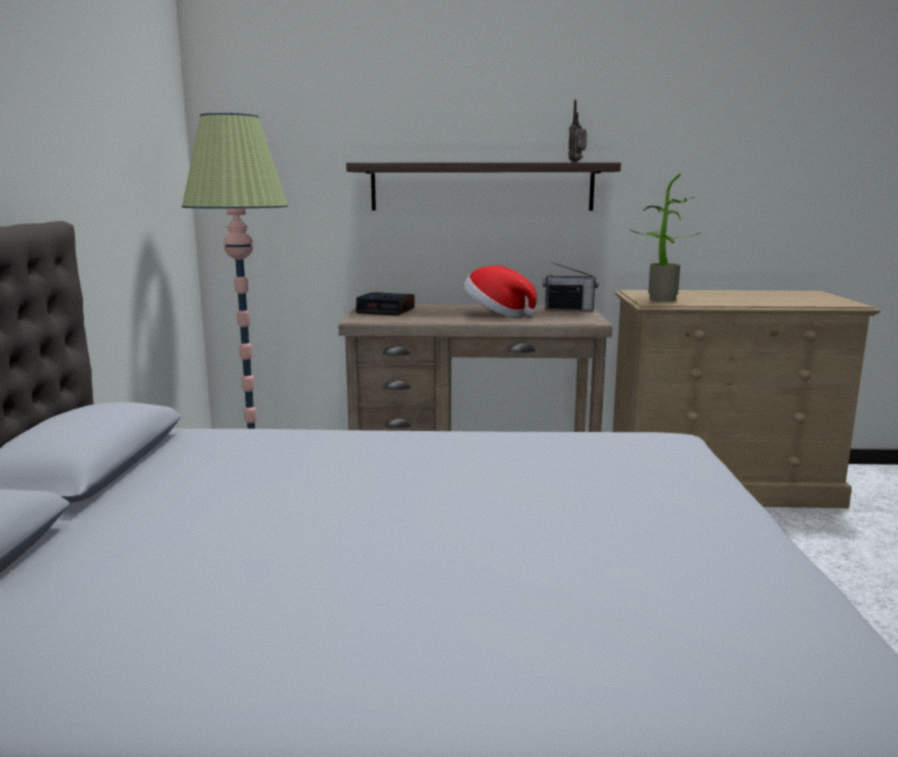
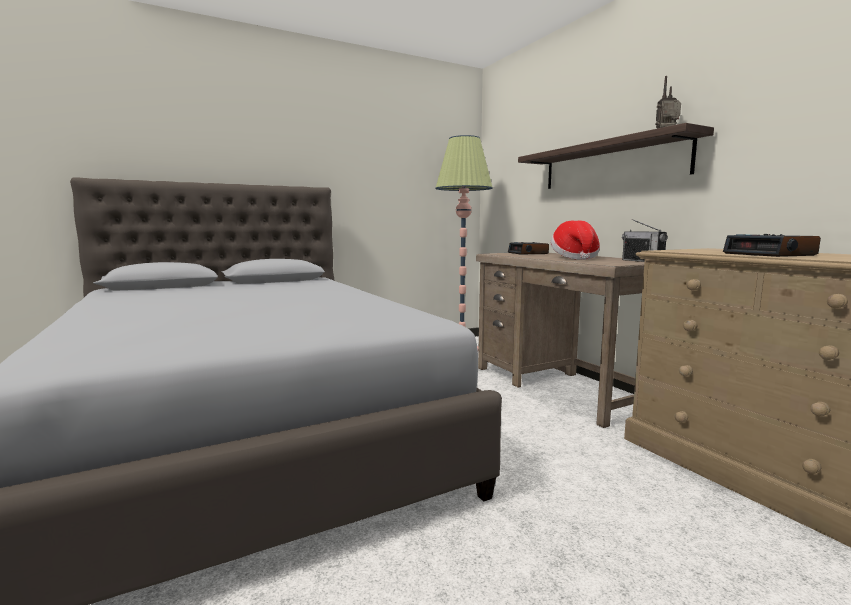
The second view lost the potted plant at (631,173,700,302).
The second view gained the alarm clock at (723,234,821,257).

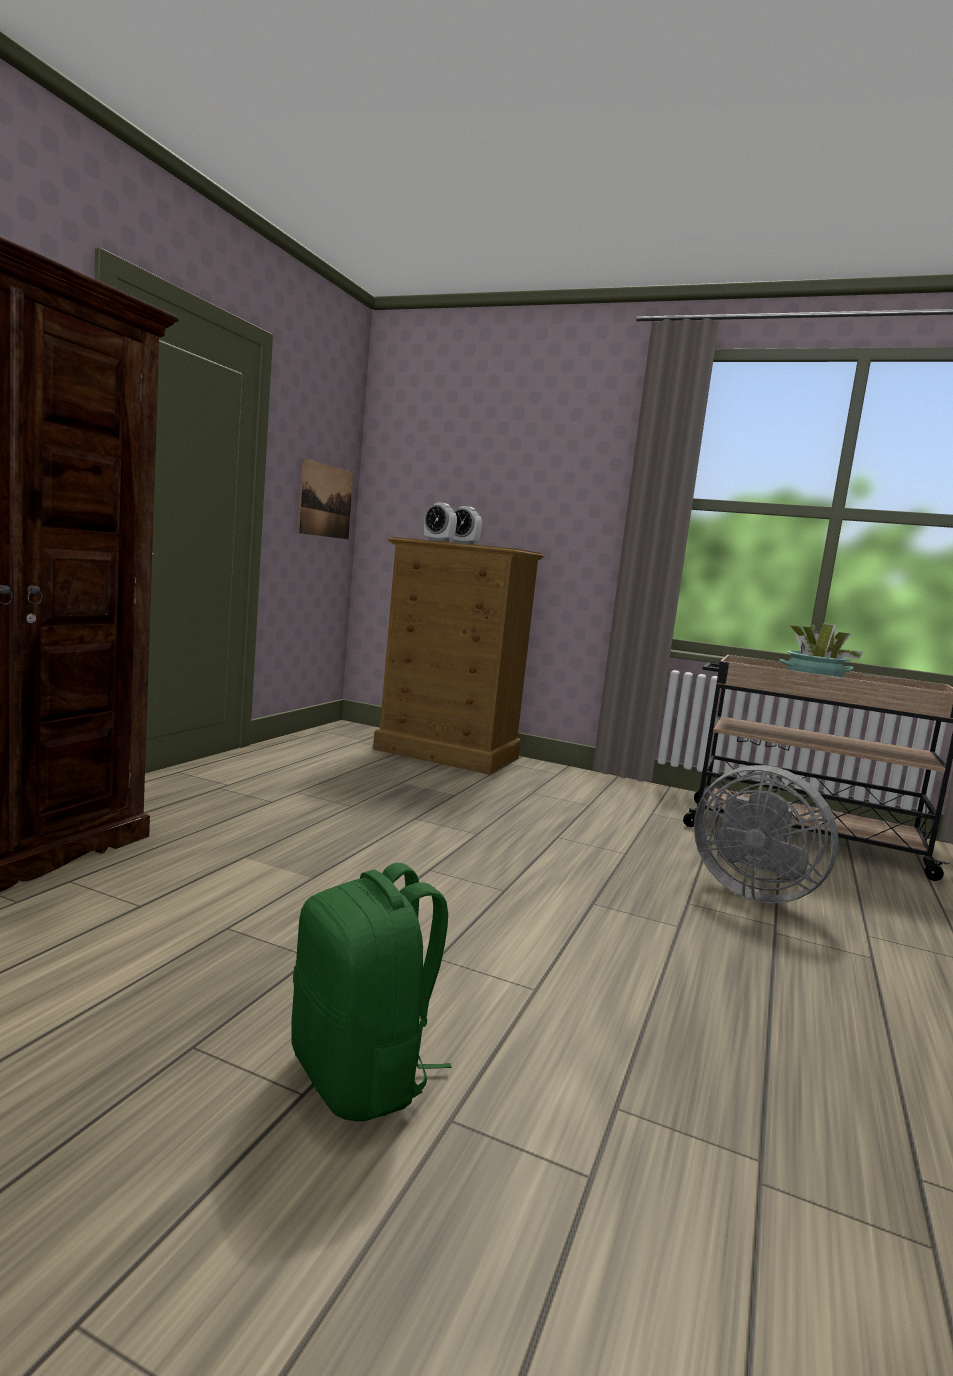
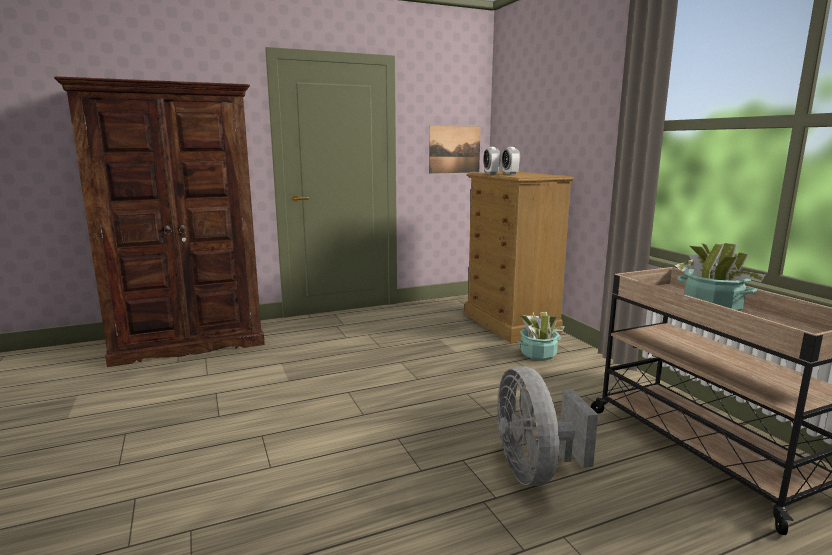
The second view lost the green backpack at (291,863,452,1121).
The second view gained the potted plant at (517,312,565,360).

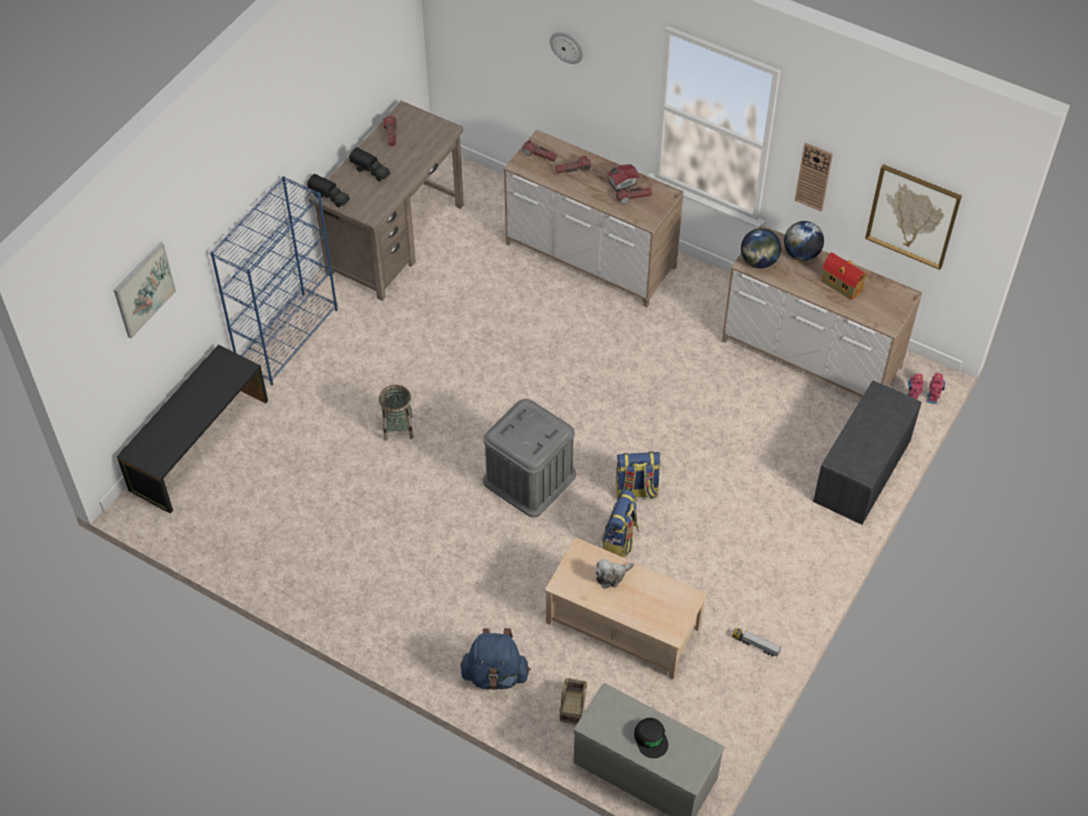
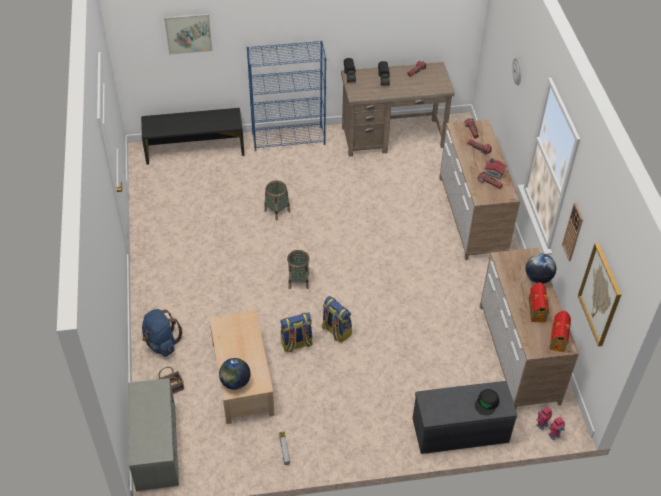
The second view lost the plush toy at (595,559,634,589).
The second view gained the toy house at (549,311,571,352).
The black cap ended up elsewhere, having gone from (634,717,668,758) to (475,389,499,415).
The globe ended up elsewhere, having gone from (741,228,781,268) to (219,358,251,390).
Where the grey storage box stood at (483,399,576,517), the basket came to stand at (287,250,310,289).

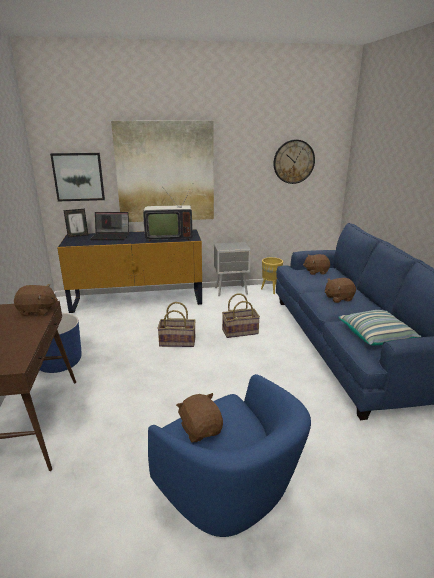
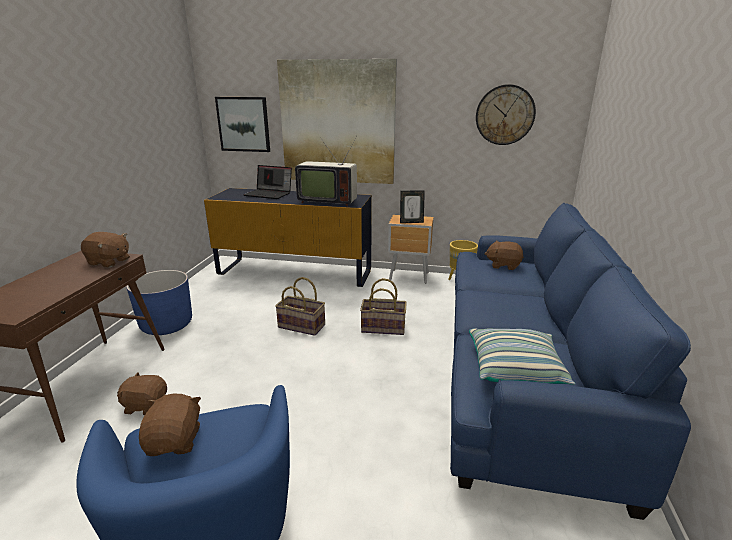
The picture frame ended up elsewhere, having gone from (64,209,88,237) to (400,190,425,223).
The brown plush toy ended up elsewhere, having gone from (325,278,356,303) to (117,372,167,415).
What was the grey nightstand at (214,242,251,296) turned into the brown nightstand at (388,215,433,284).

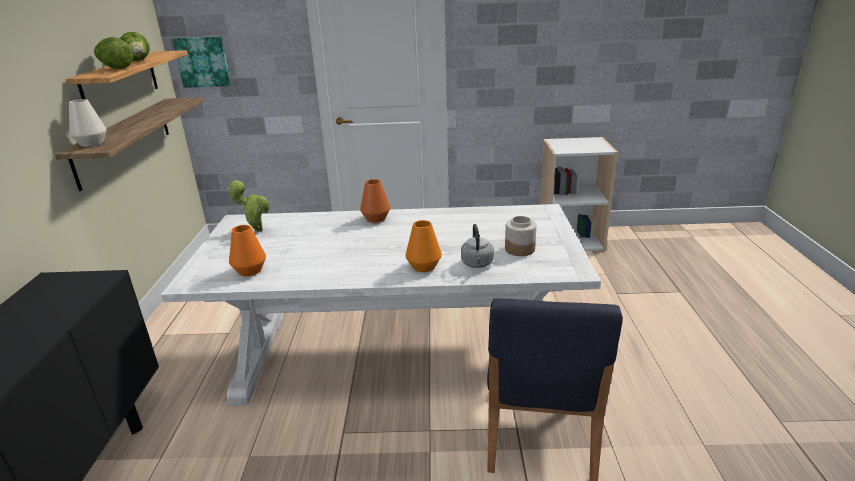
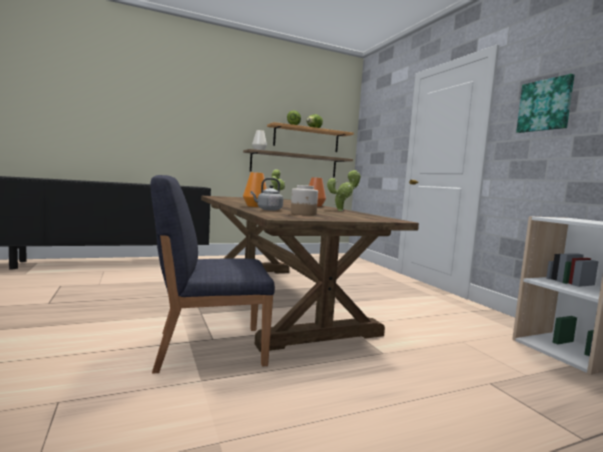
The second view lost the orange vase at (229,225,266,276).
The second view gained the potted plant at (327,170,361,211).
The picture ended up elsewhere, having gone from (173,36,231,88) to (516,74,574,133).
What was the white dining table at (161,204,601,406) turned into the brown dining table at (201,196,419,352).

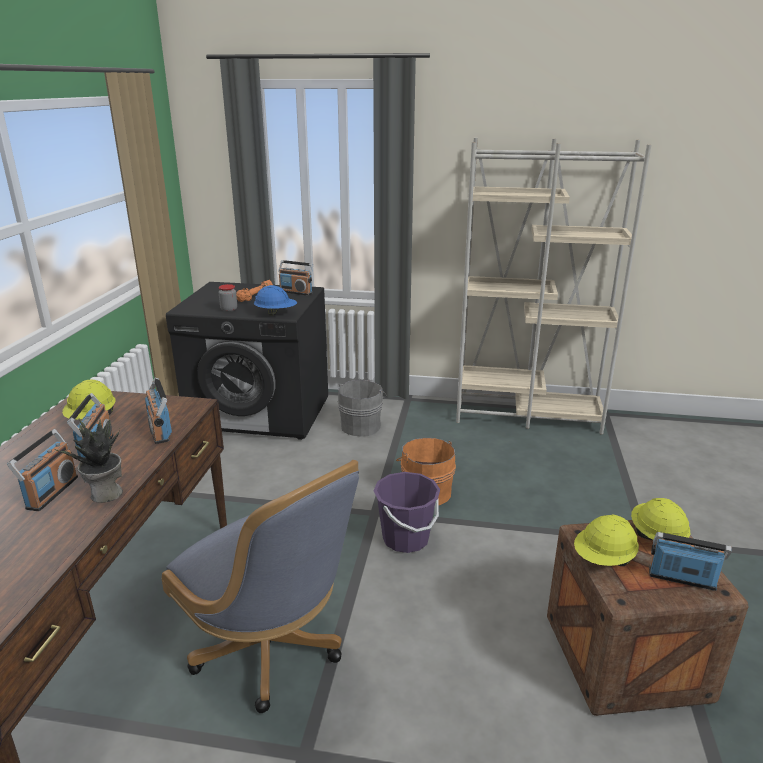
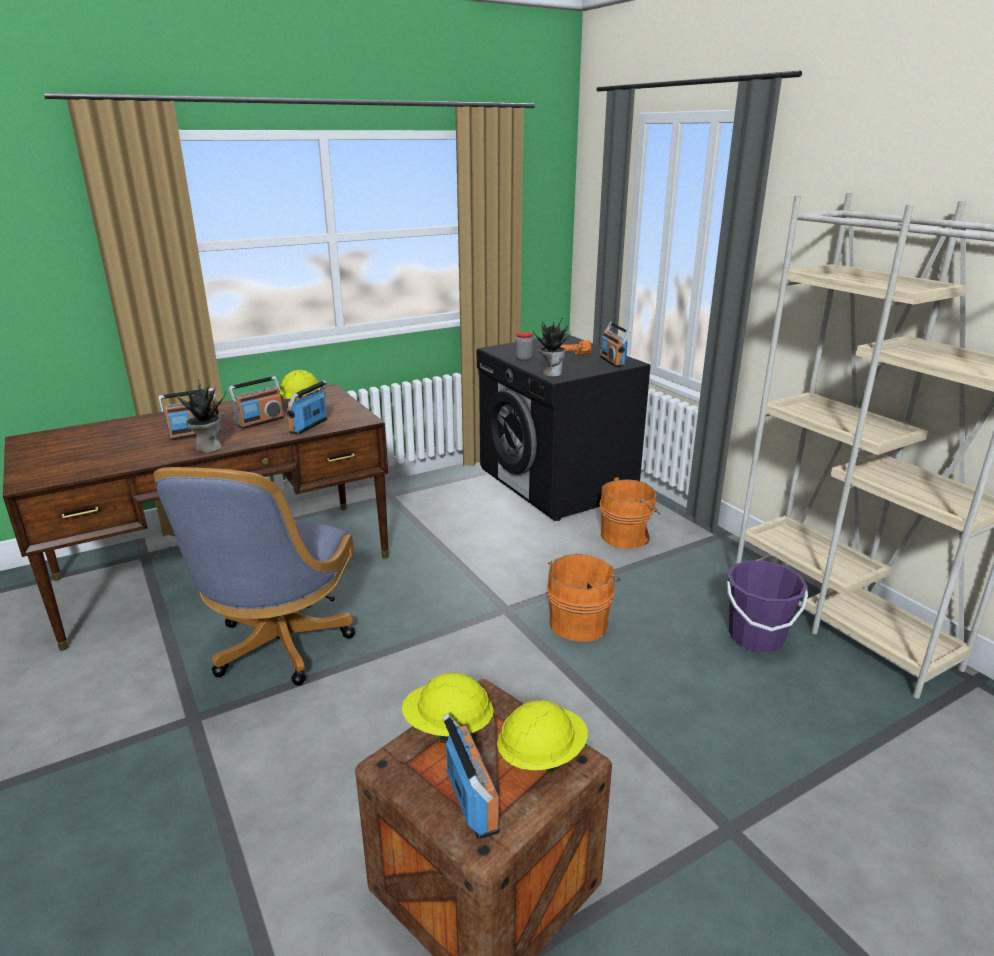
The purple bucket ended up elsewhere, having gone from (374,472,440,553) to (726,560,808,652).
Where the blue hard hat stood at (254,285,297,316), the potted plant came to stand at (533,317,571,377).
What was the grey bucket at (338,380,387,437) turned into the orange bucket at (599,477,661,549).

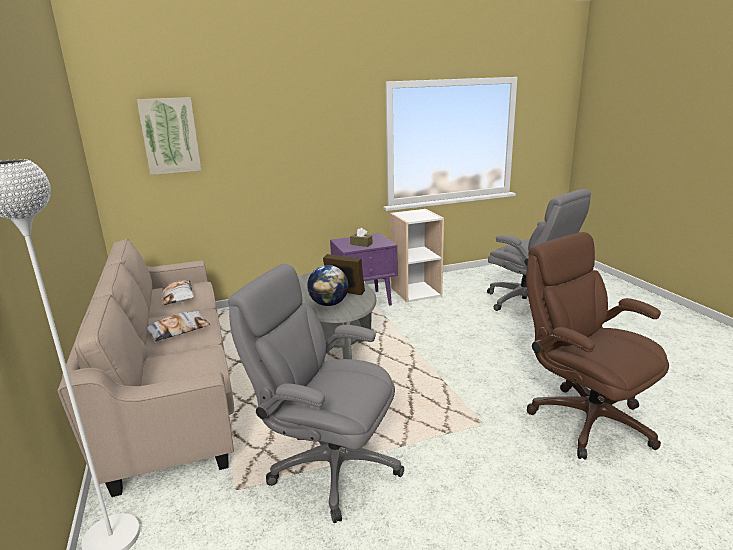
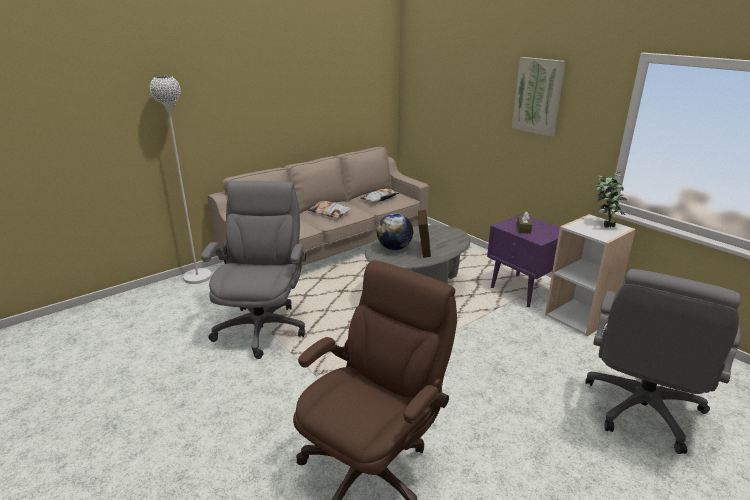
The second view gained the potted plant at (596,171,628,228).
The picture ended up elsewhere, having gone from (137,97,201,175) to (512,57,566,137).

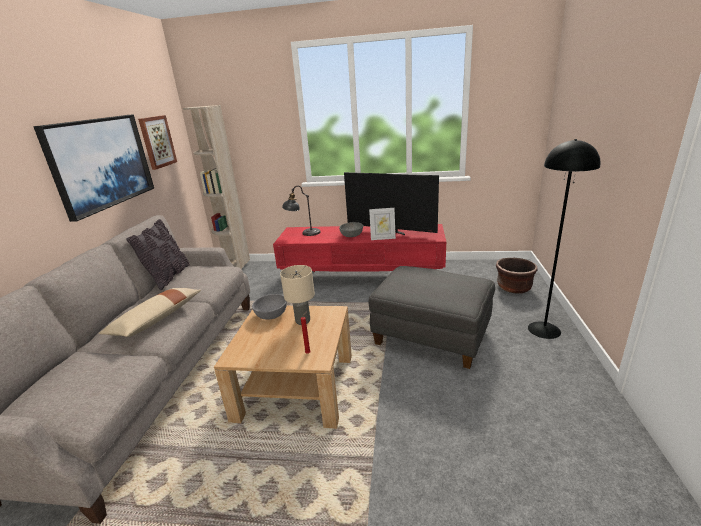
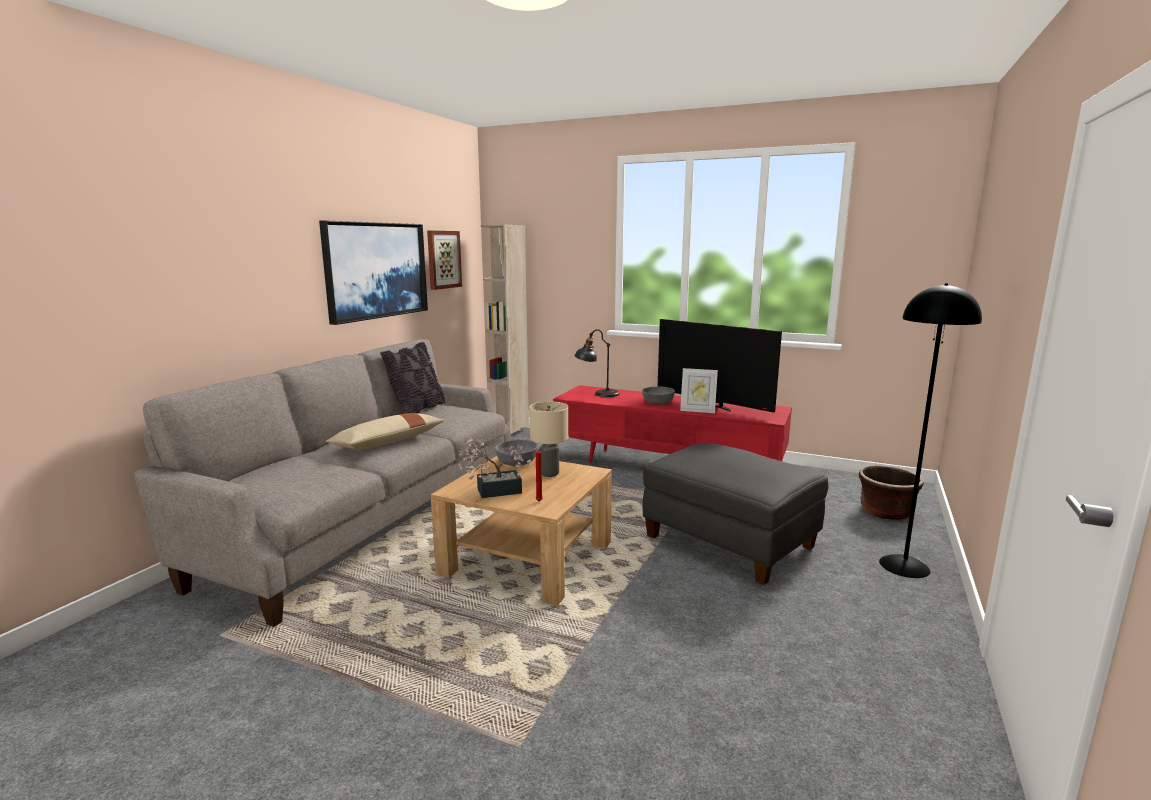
The second view gained the potted plant at (459,436,531,498).

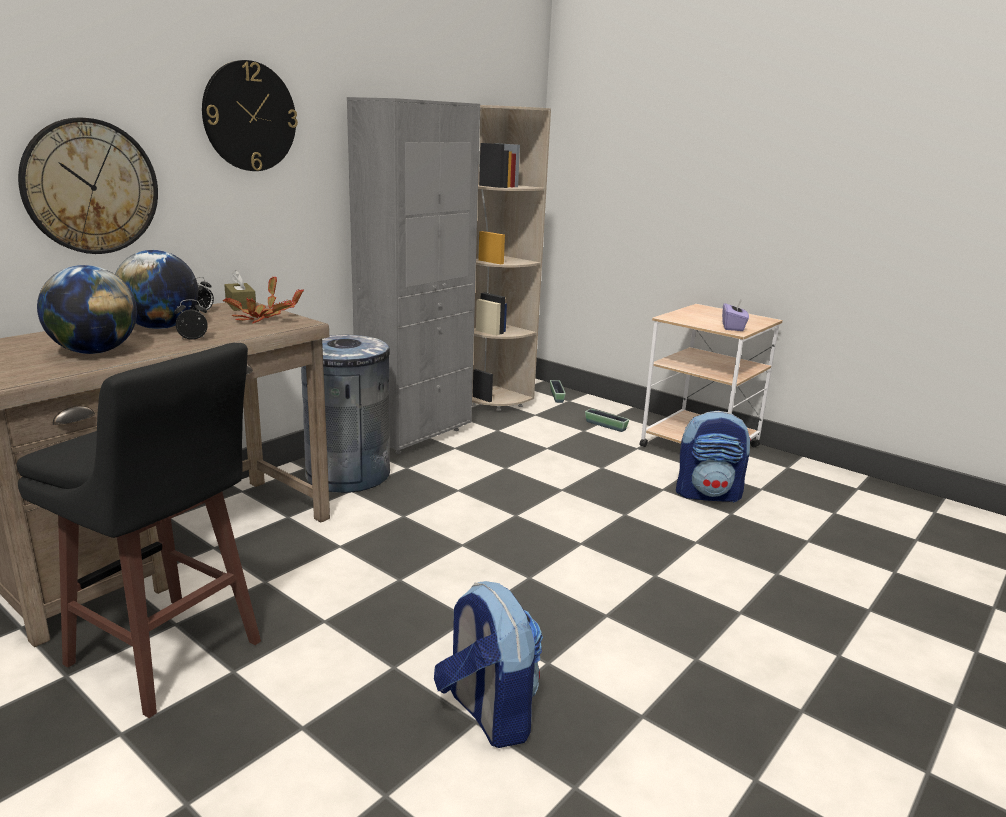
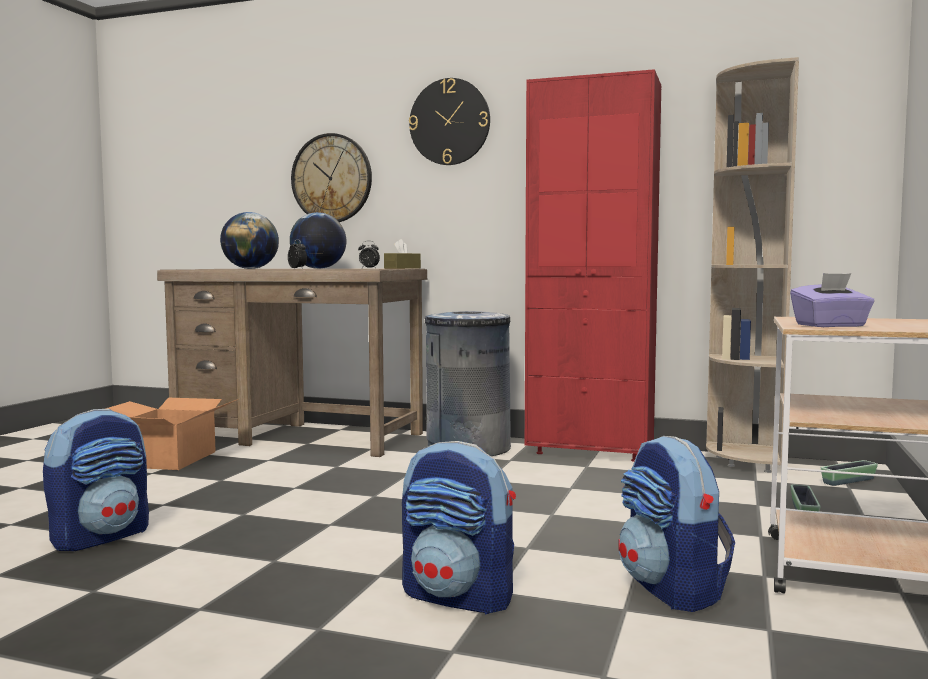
The second view lost the potted plant at (223,277,304,323).
The second view gained the backpack at (402,441,516,615).
Where the black stool stood at (16,343,261,718), the cardboard box came to stand at (105,398,239,470).
What was the grey cabinet at (347,97,480,454) turned into the red cabinet at (525,69,661,462).

